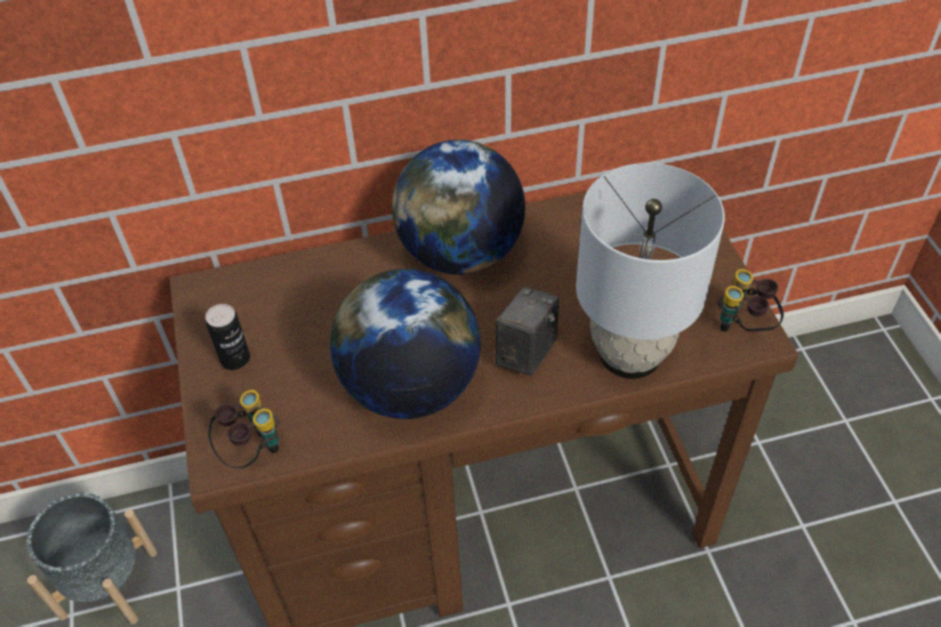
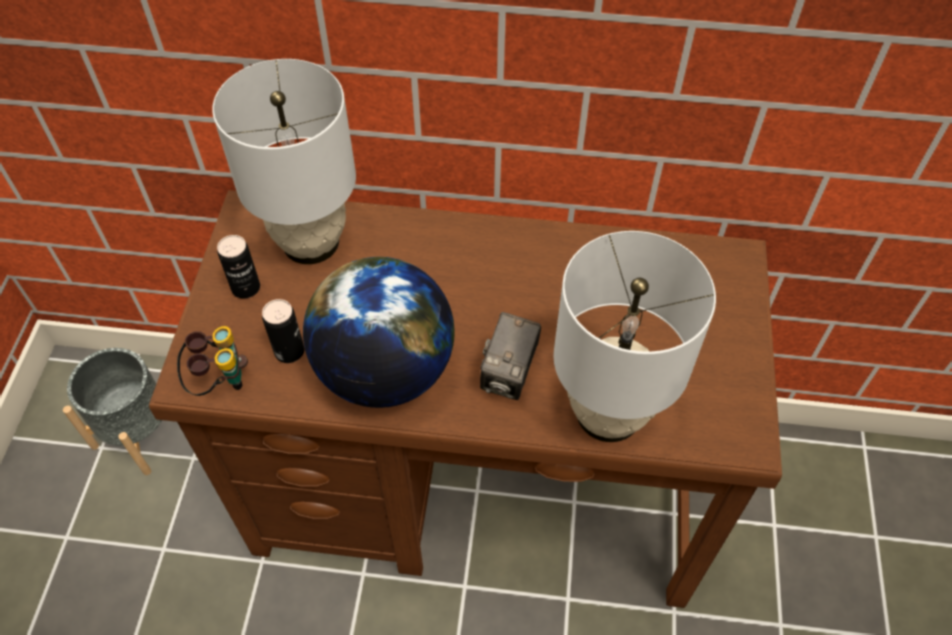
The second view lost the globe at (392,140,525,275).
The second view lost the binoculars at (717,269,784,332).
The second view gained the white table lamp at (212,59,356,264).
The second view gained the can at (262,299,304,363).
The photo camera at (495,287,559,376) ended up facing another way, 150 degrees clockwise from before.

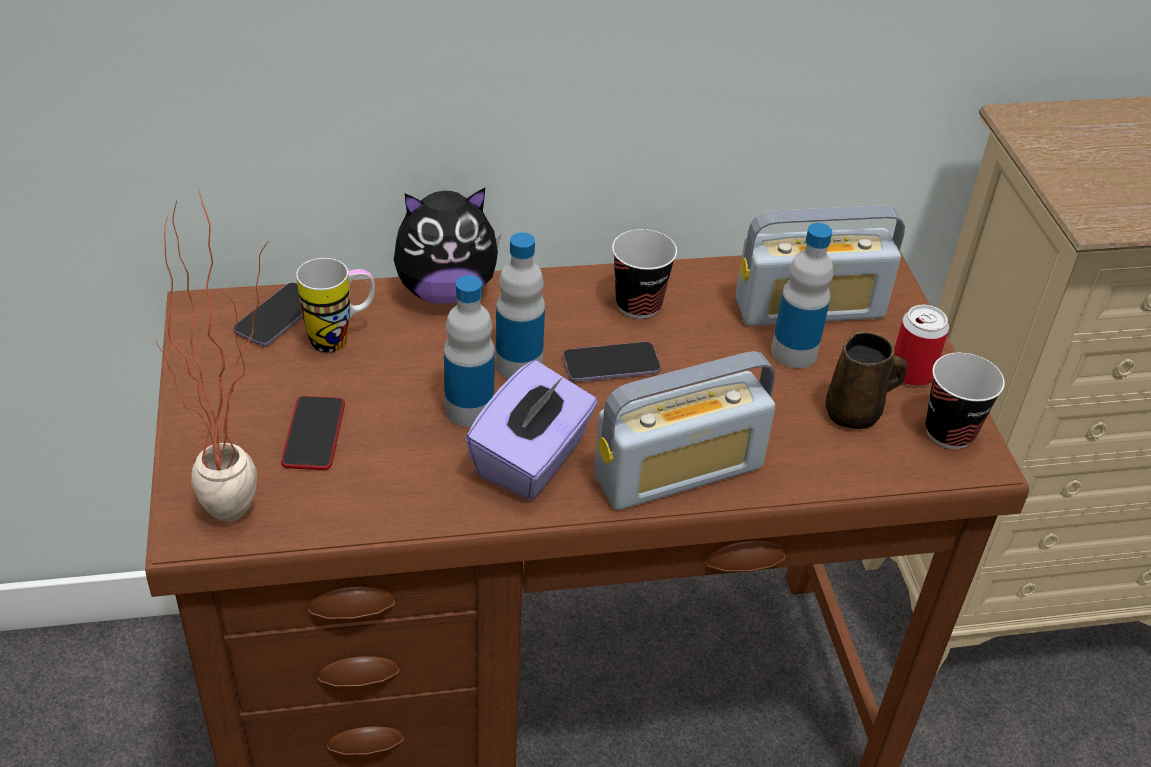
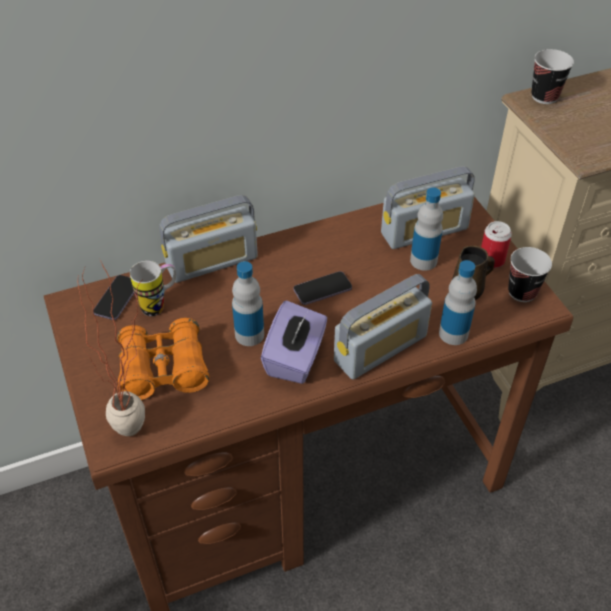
The bottle ended up elsewhere, having gone from (495,232,545,379) to (439,260,477,345).
The cup ended up elsewhere, having gone from (612,229,677,319) to (531,49,574,104).
Where the phone stood at (281,396,345,470), the orange binoculars came to stand at (117,318,209,400).
Where the plush toy stood at (394,188,501,304), the radio came to stand at (159,195,258,283).

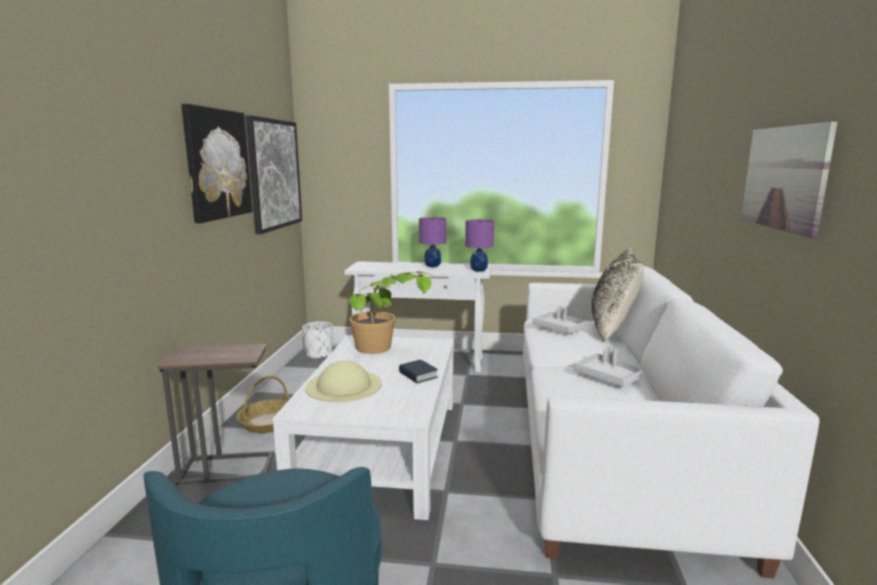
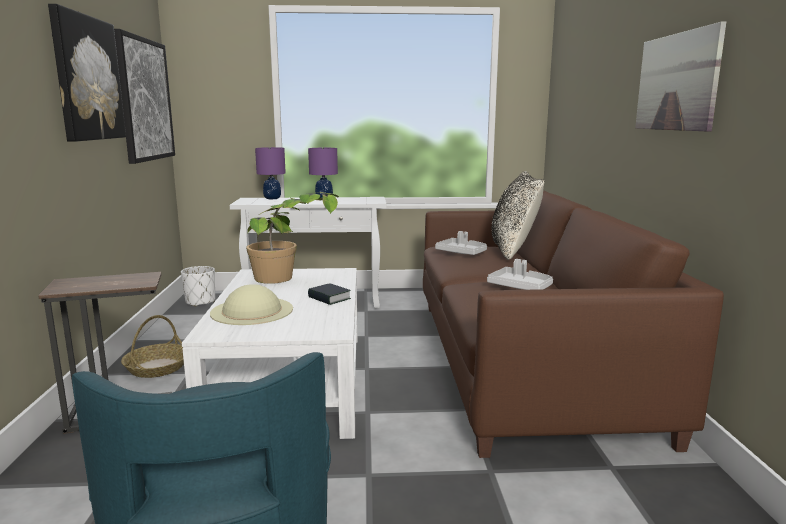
The purple table lamp ended up elsewhere, having gone from (465,219,494,271) to (255,147,286,199).
What was the white sofa at (523,266,819,578) turned into the brown sofa at (423,190,724,458).

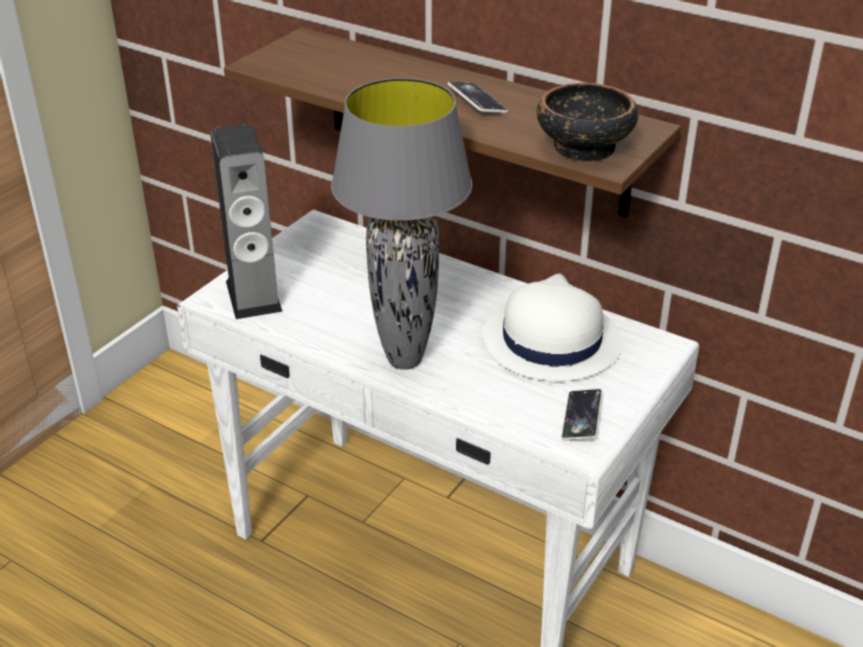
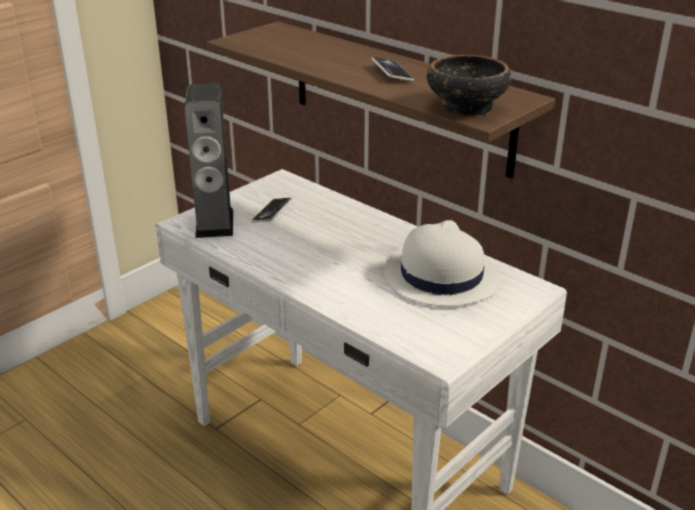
The second view lost the grey table lamp at (331,78,472,370).
The phone ended up elsewhere, having gone from (561,389,603,440) to (251,198,292,222).

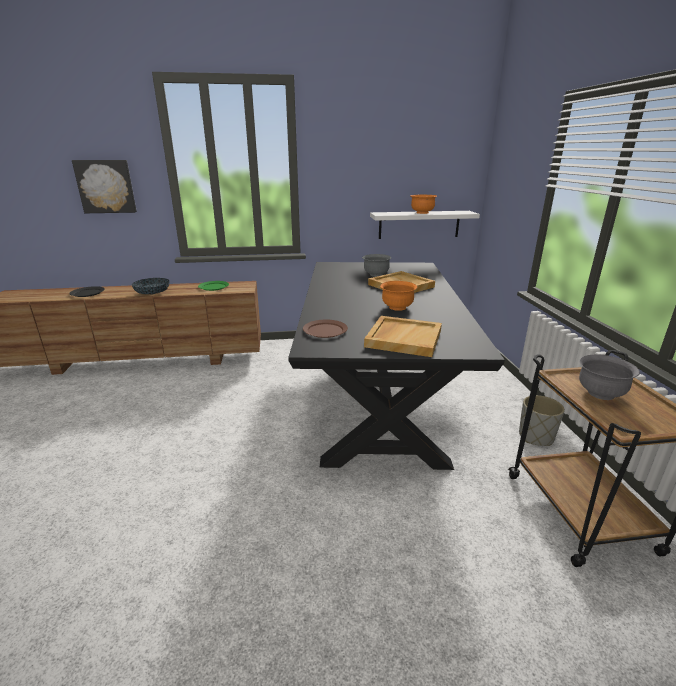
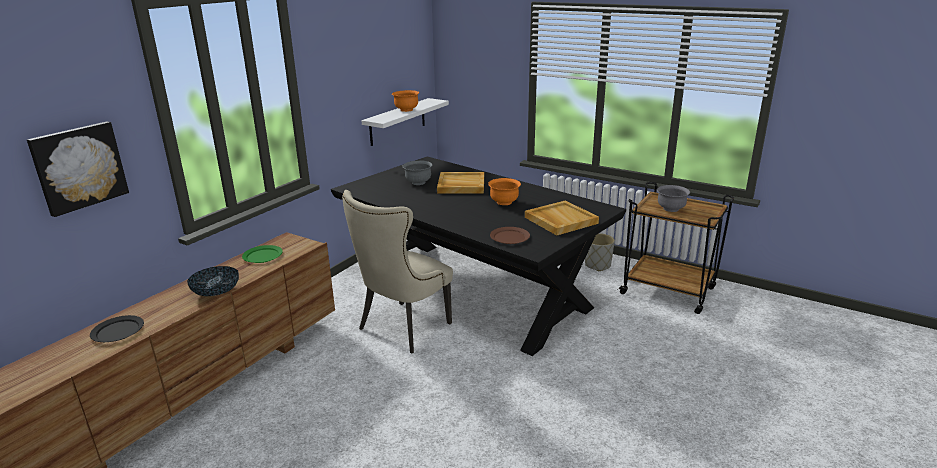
The second view gained the beige chair at (342,190,453,353).

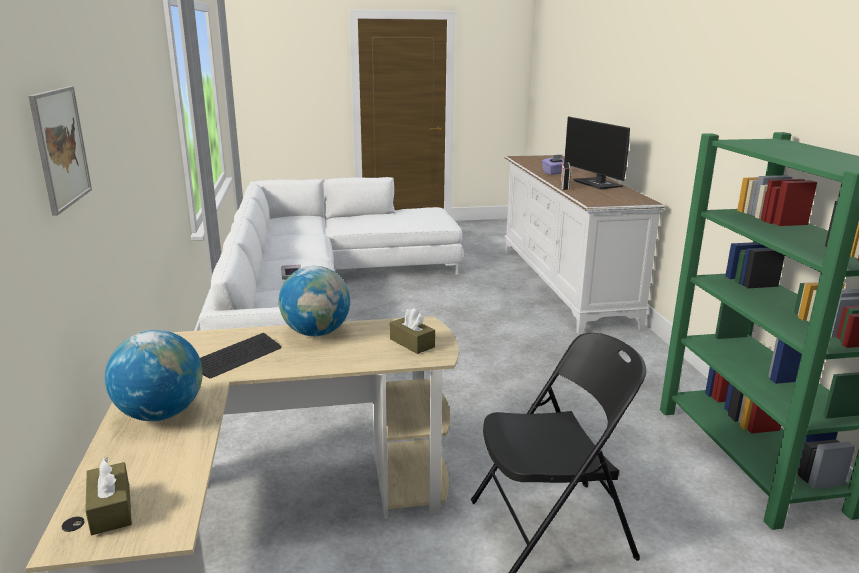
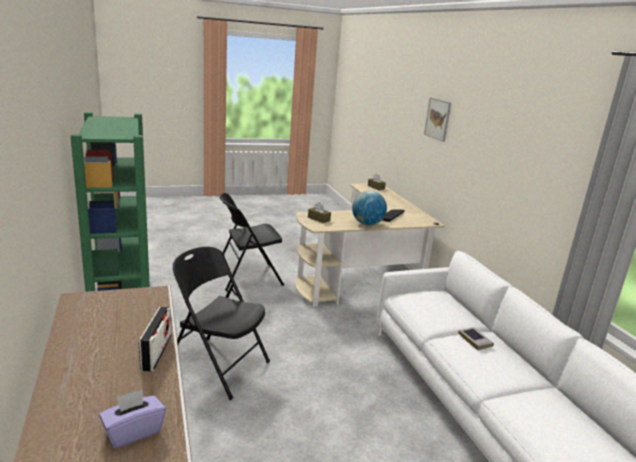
The second view lost the globe at (105,330,203,421).
The second view lost the monitor at (564,116,630,190).
The second view gained the black chair at (173,247,270,400).

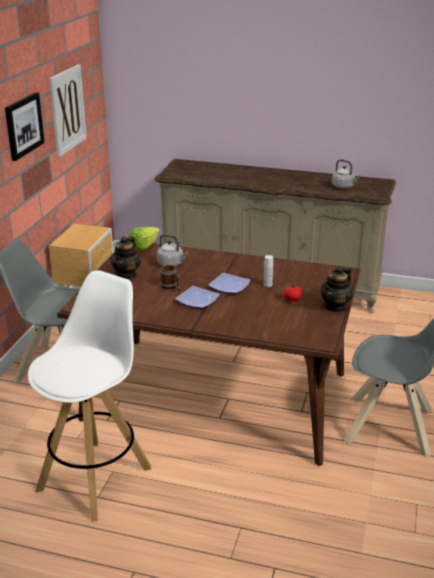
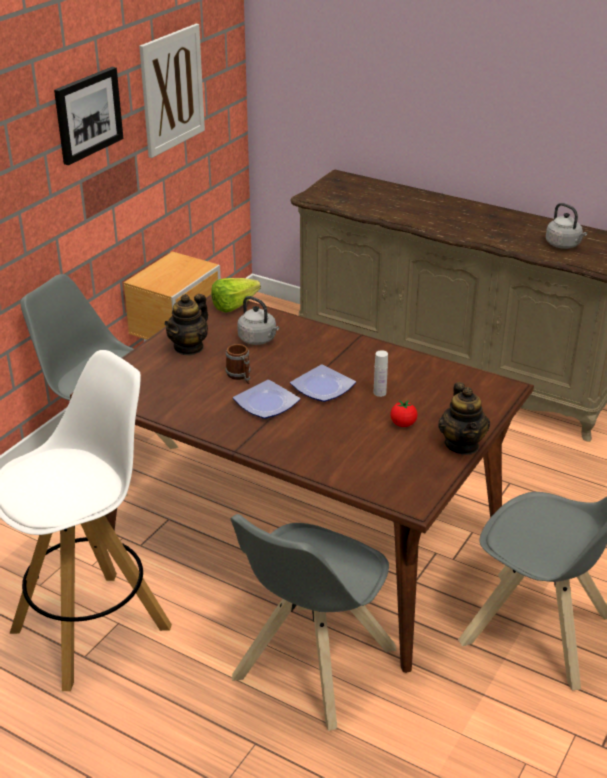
The second view gained the grey chair at (230,514,396,731).
The teapot at (321,266,352,313) ended up facing another way, 60 degrees counterclockwise from before.

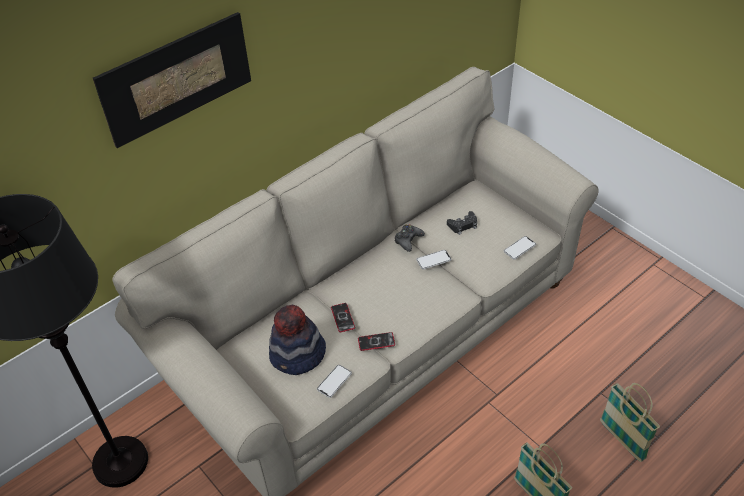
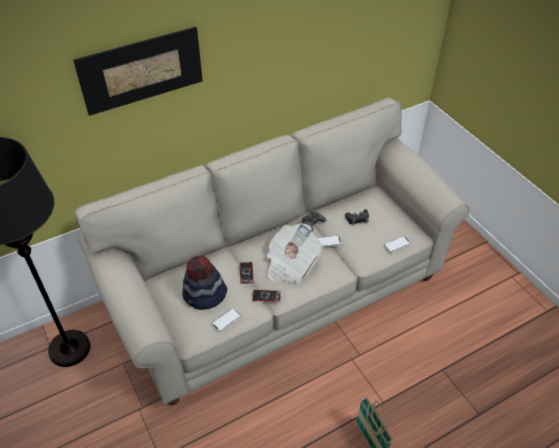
The second view lost the basket at (600,383,660,462).
The second view gained the newspaper at (267,223,322,283).

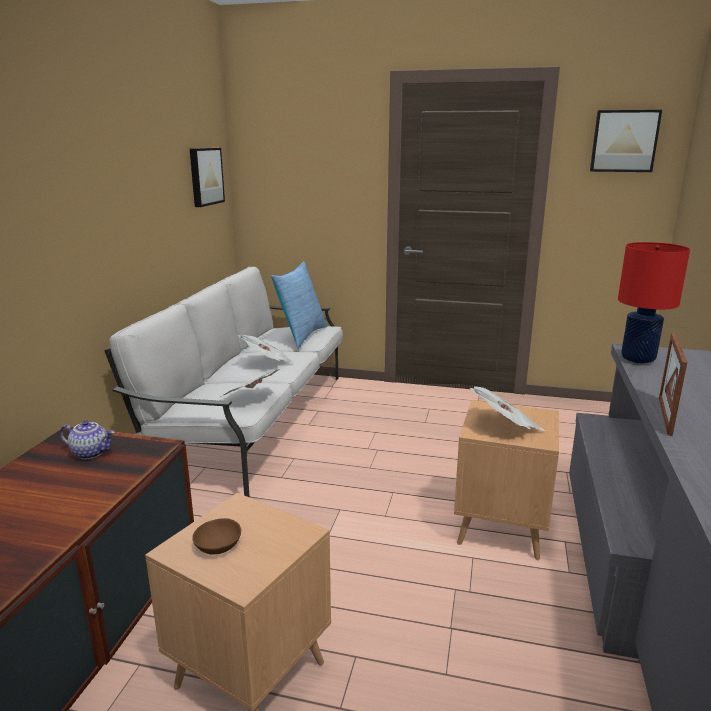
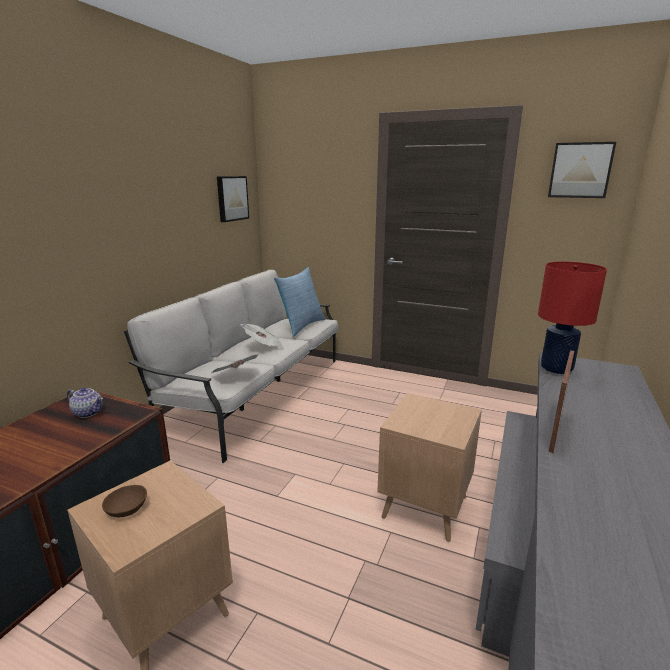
The second view lost the newspaper at (470,387,545,431).

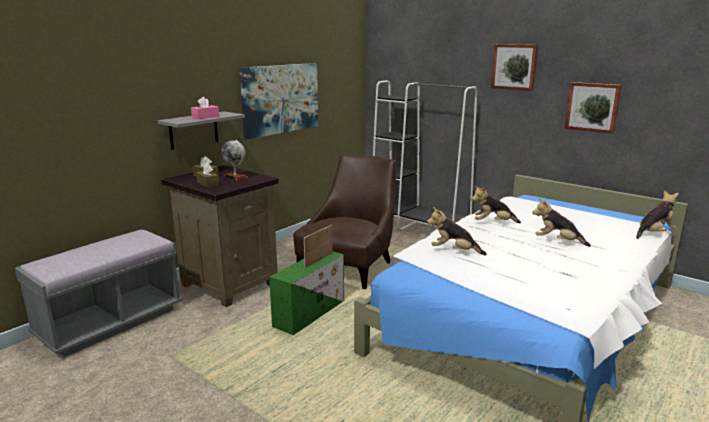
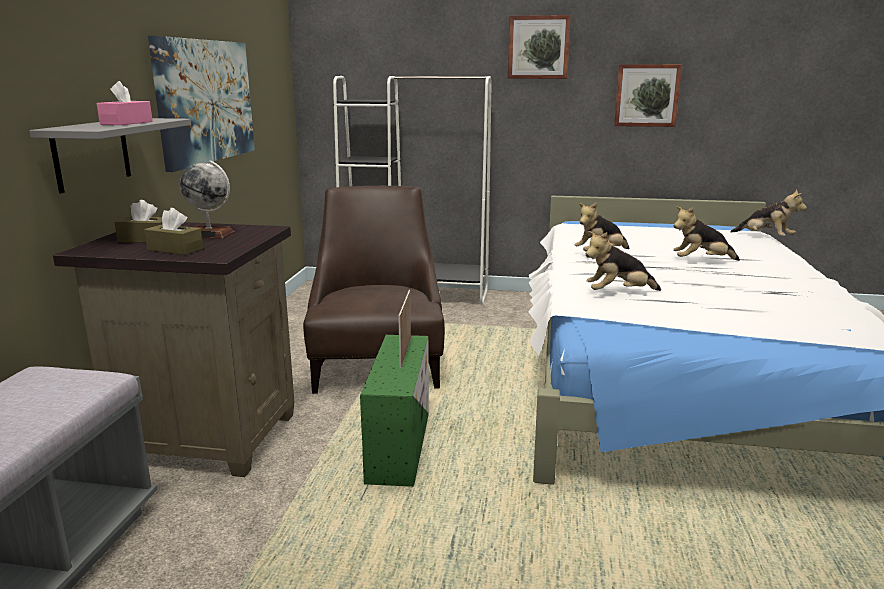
The plush toy at (636,190,678,239) ended up facing another way, 105 degrees clockwise from before.

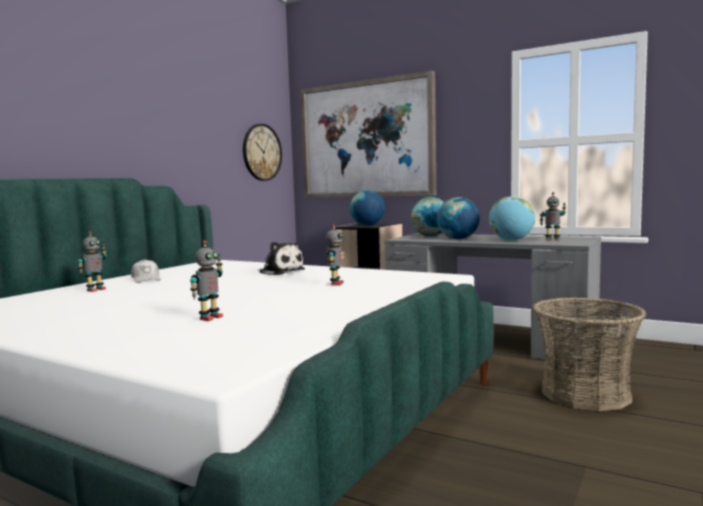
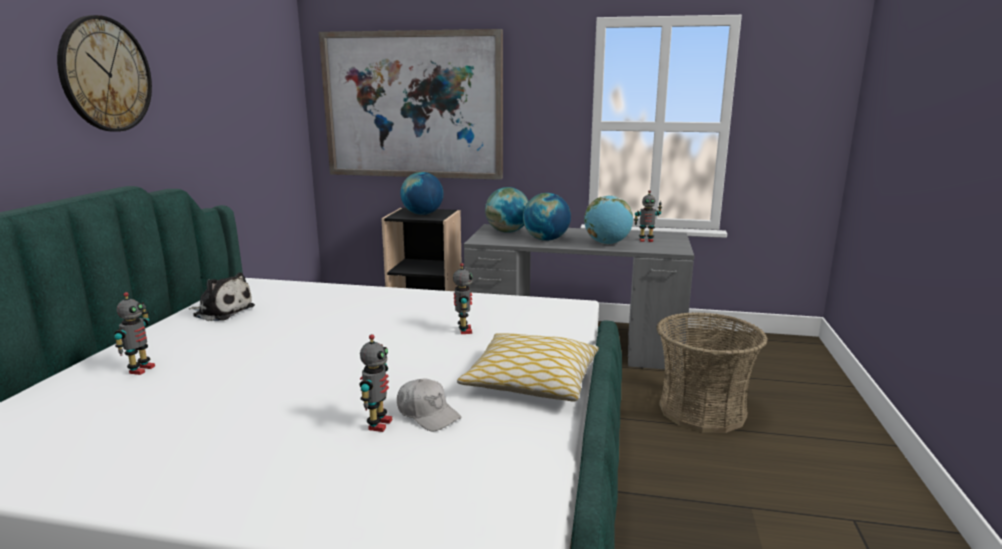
The second view gained the pillow at (457,333,599,401).
The white cap ended up elsewhere, having gone from (131,259,161,283) to (397,378,462,432).
The wall clock ended up elsewhere, having gone from (243,124,282,181) to (57,15,152,132).
The plush toy ended up elsewhere, having gone from (258,242,305,275) to (189,272,255,321).

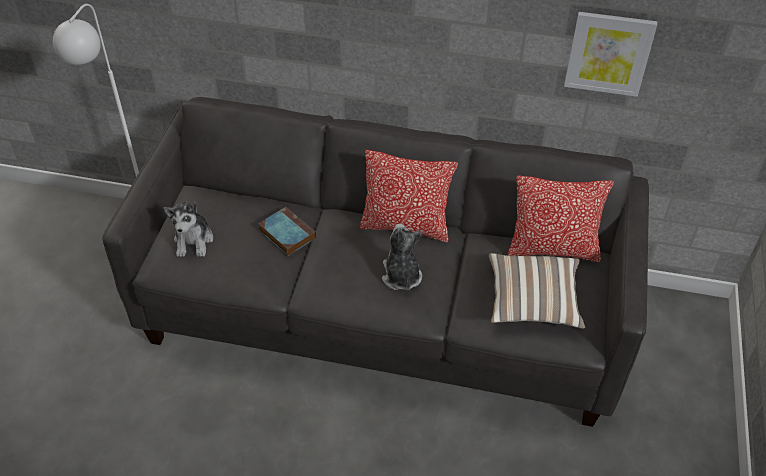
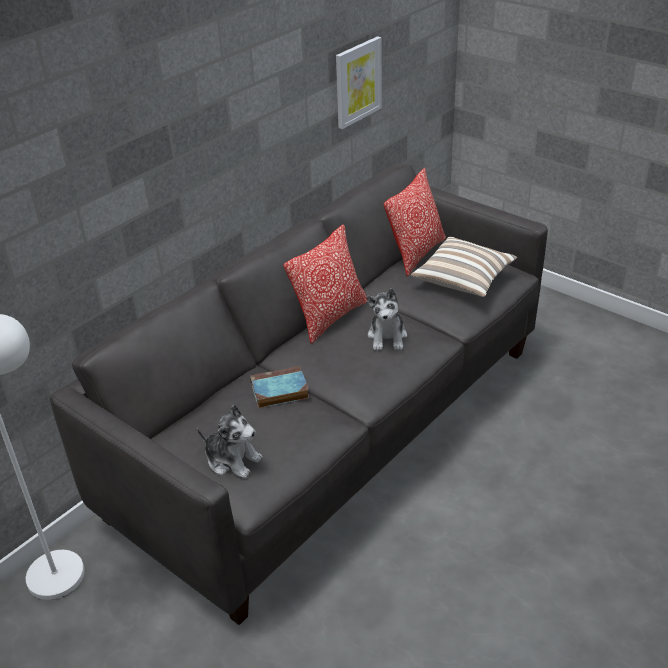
The plush toy at (382,223,423,290) ended up facing another way, 105 degrees counterclockwise from before.

